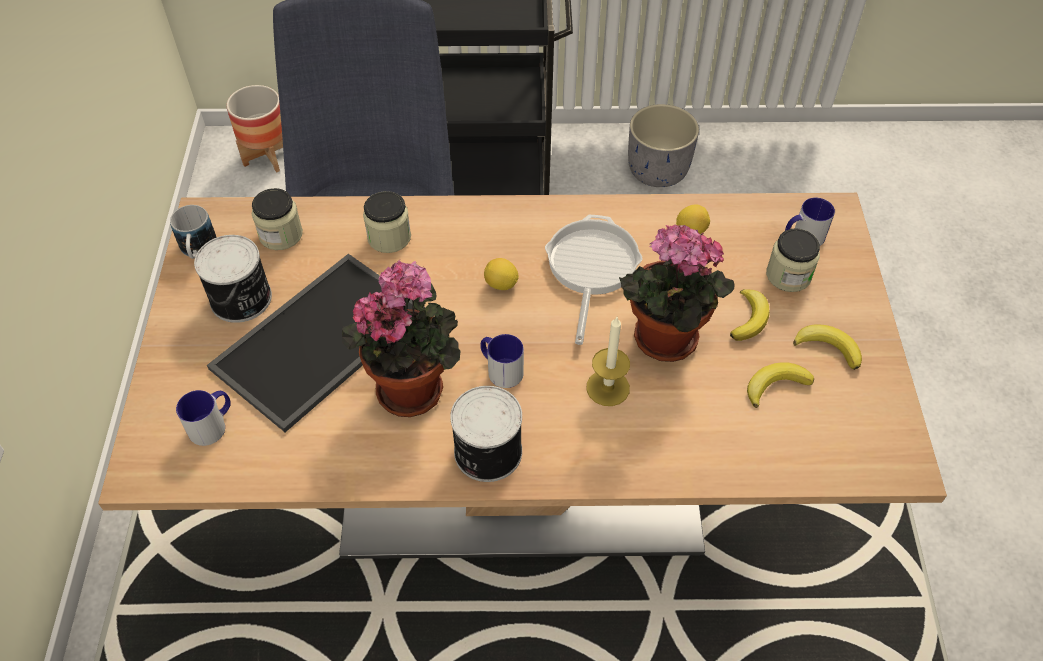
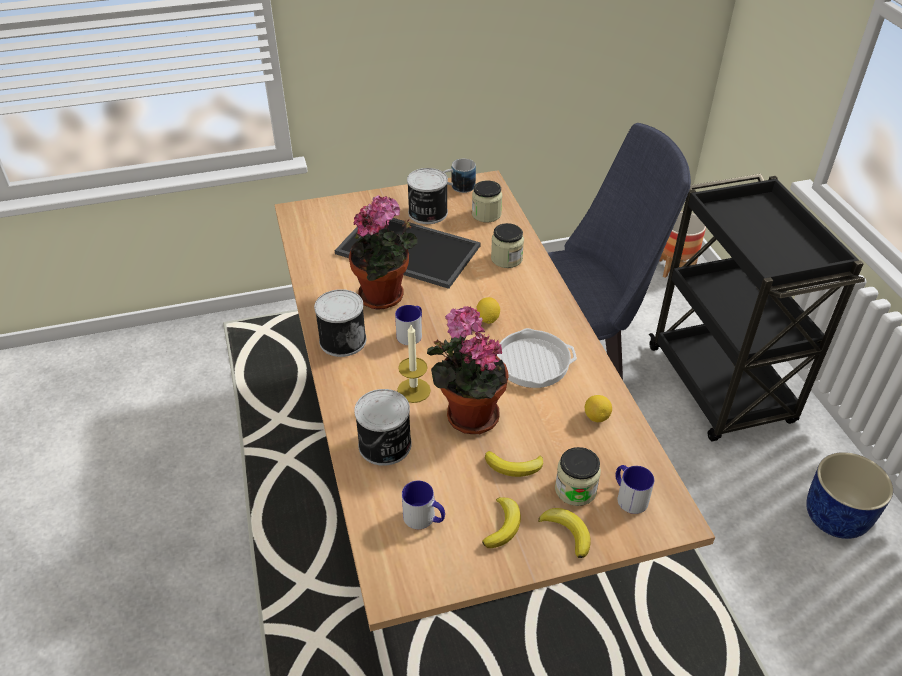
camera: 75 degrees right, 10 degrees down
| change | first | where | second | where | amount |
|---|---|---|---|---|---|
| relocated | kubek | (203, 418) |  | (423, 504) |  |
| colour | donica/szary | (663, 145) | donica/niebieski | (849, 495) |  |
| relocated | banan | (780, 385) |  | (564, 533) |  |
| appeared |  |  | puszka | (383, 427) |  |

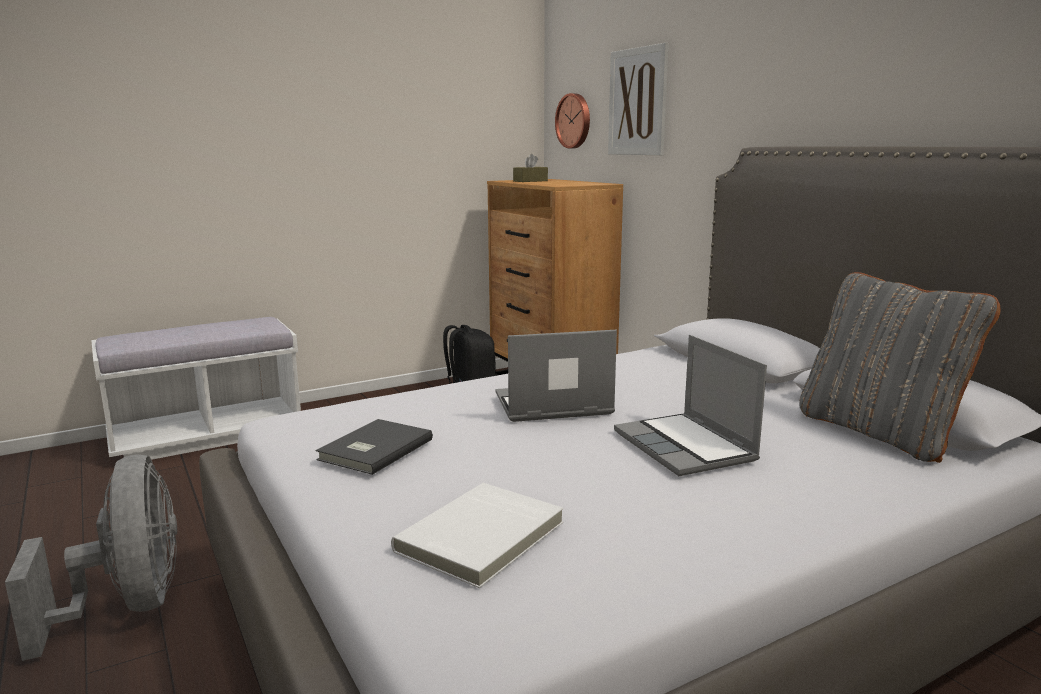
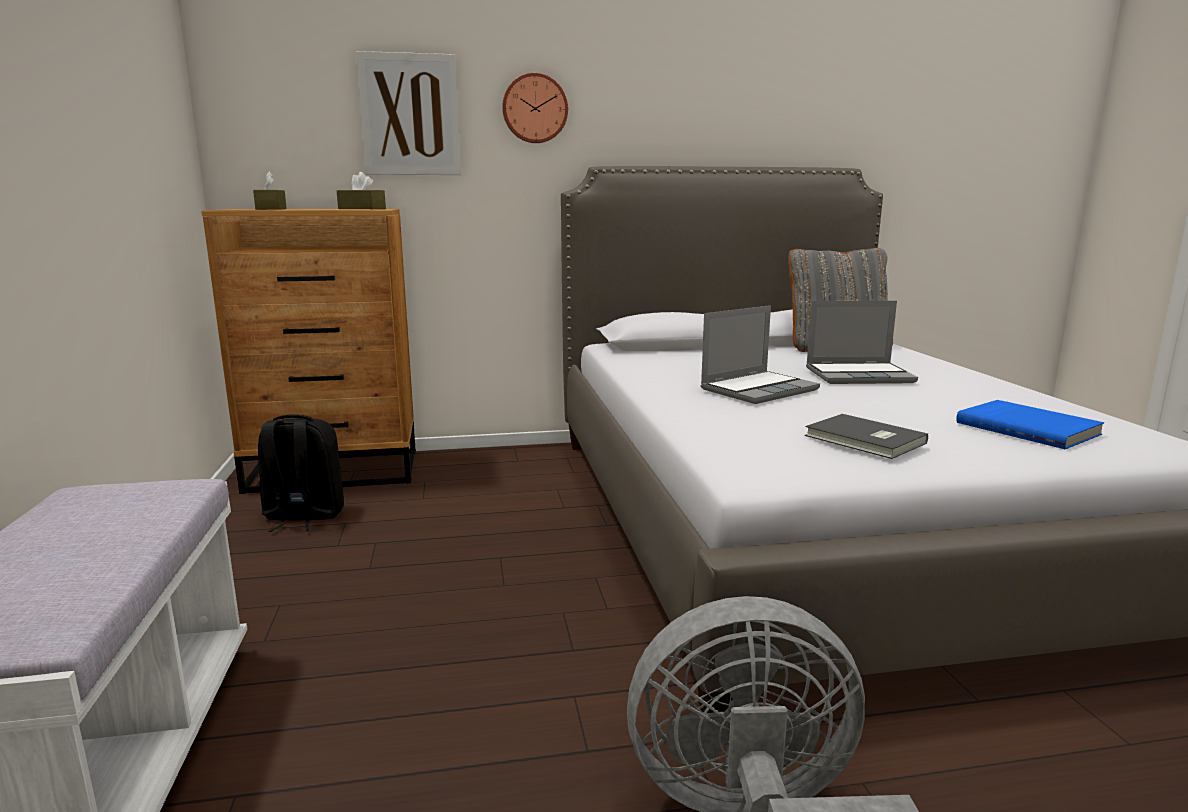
camera: 70 degrees left, 0 degrees up
| change | first | where | second | where | amount |
|---|---|---|---|---|---|
| colour | książka/biały | (477, 535) | książka/niebieski | (1030, 424) |  |
| spun | laptop | (556, 376) |  | (760, 354) | 135 degrees counterclockwise |
| relocated | zegar ścienny | (572, 120) |  | (535, 108) |  |
| appeared |  |  | pudełko chusteczek/brązowy | (361, 190) |  |

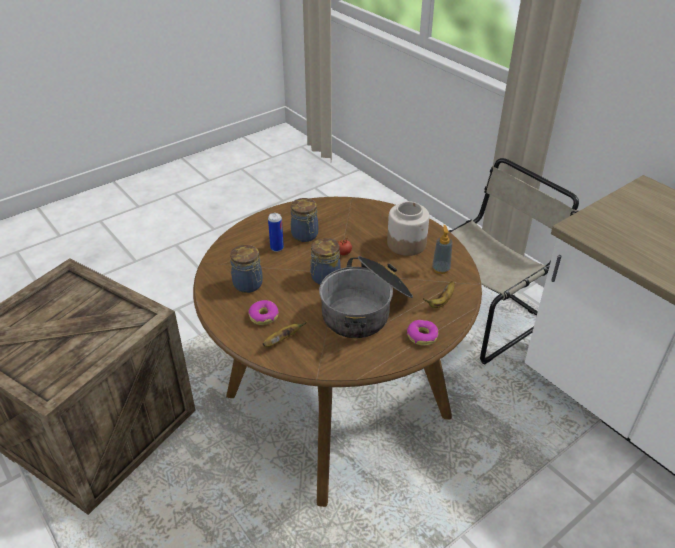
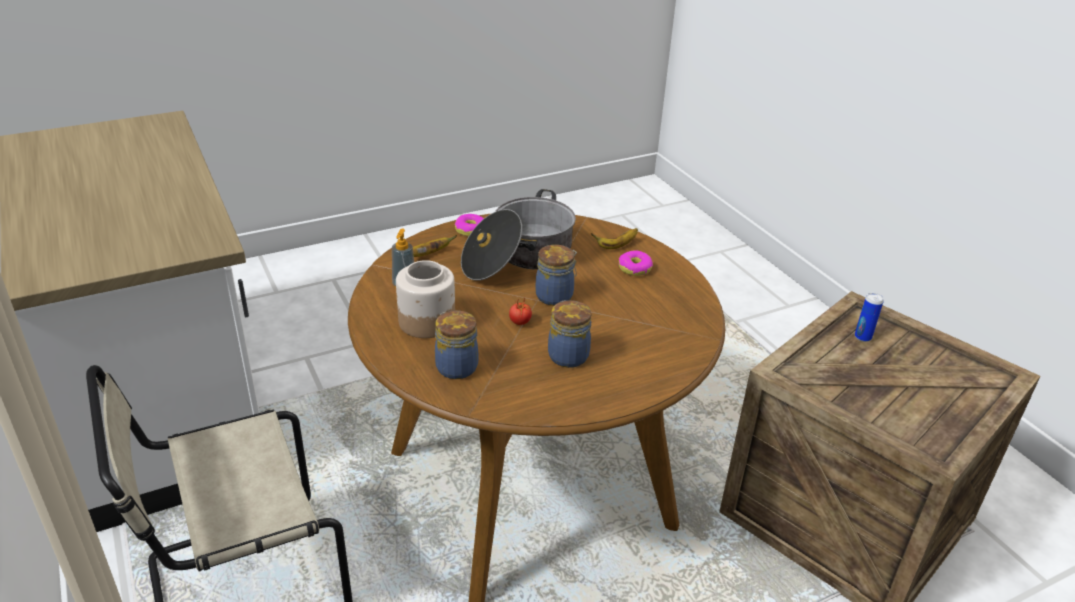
camera: 170 degrees left, 5 degrees down
| change | first | where | second | where | amount |
|---|---|---|---|---|---|
| relocated | słoik | (246, 269) |  | (456, 344) |  |
| relocated | puszka | (276, 232) |  | (869, 317) |  |

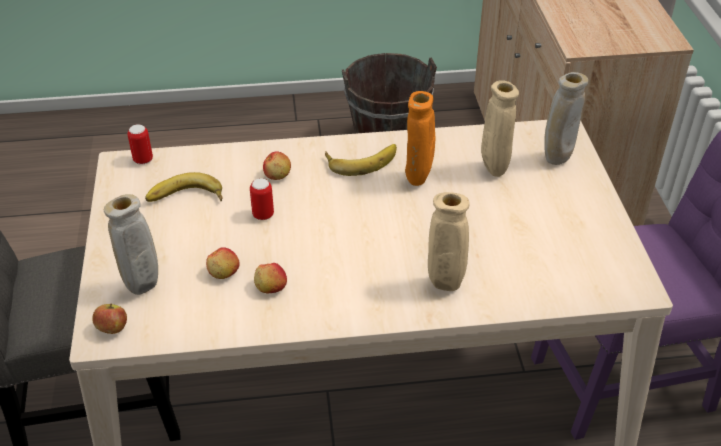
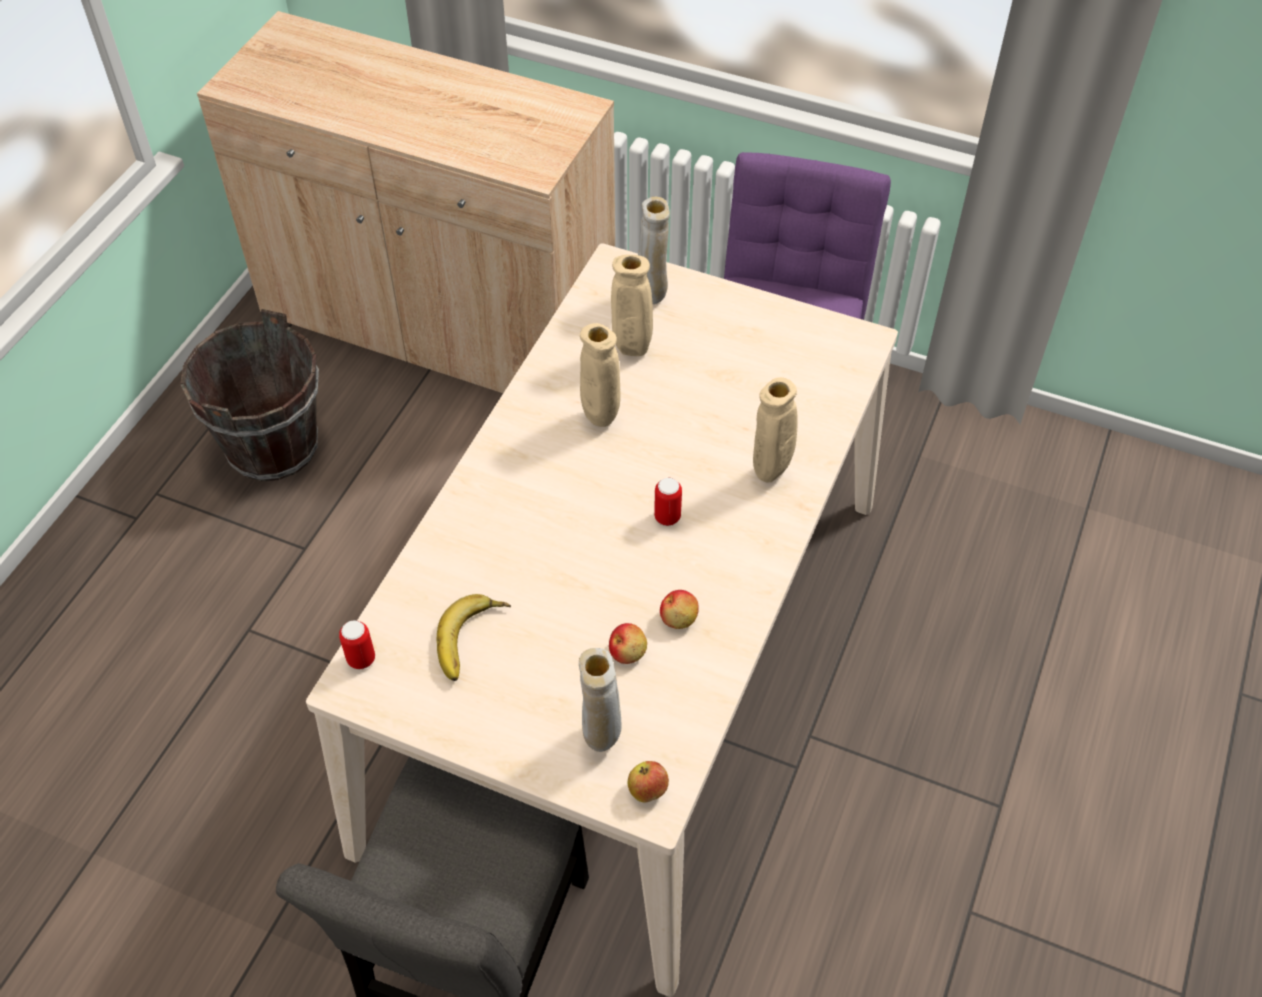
camera: 60 degrees left, 10 degrees up
| change | first | where | second | where | amount |
|---|---|---|---|---|---|
| relocated | puszka | (262, 199) |  | (668, 502) |  |
| missing | jabłko | (277, 165) |  |  |  |
| missing | banan | (361, 160) |  |  |  |
| colour | wazon/pomarańczowy | (420, 138) | wazon/beżowy | (600, 375) |  |

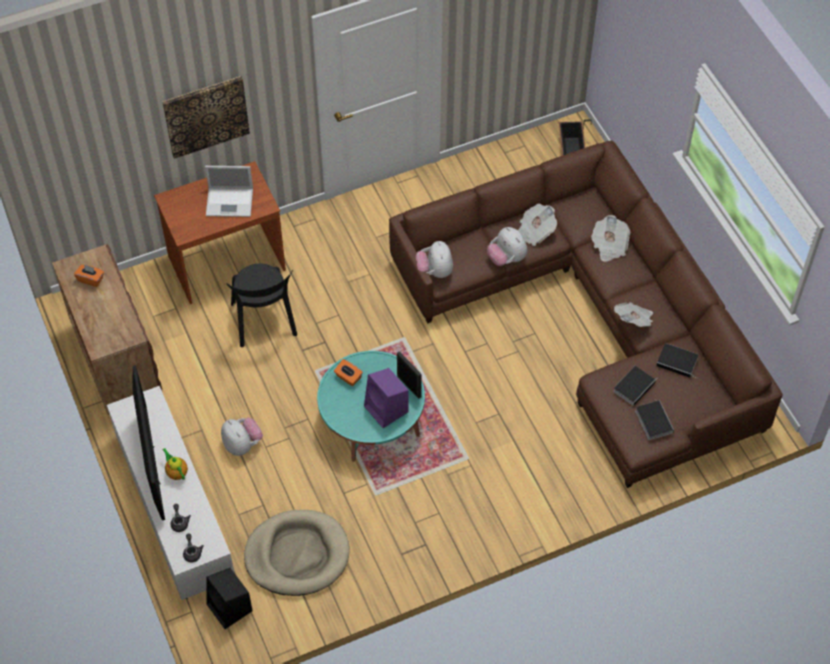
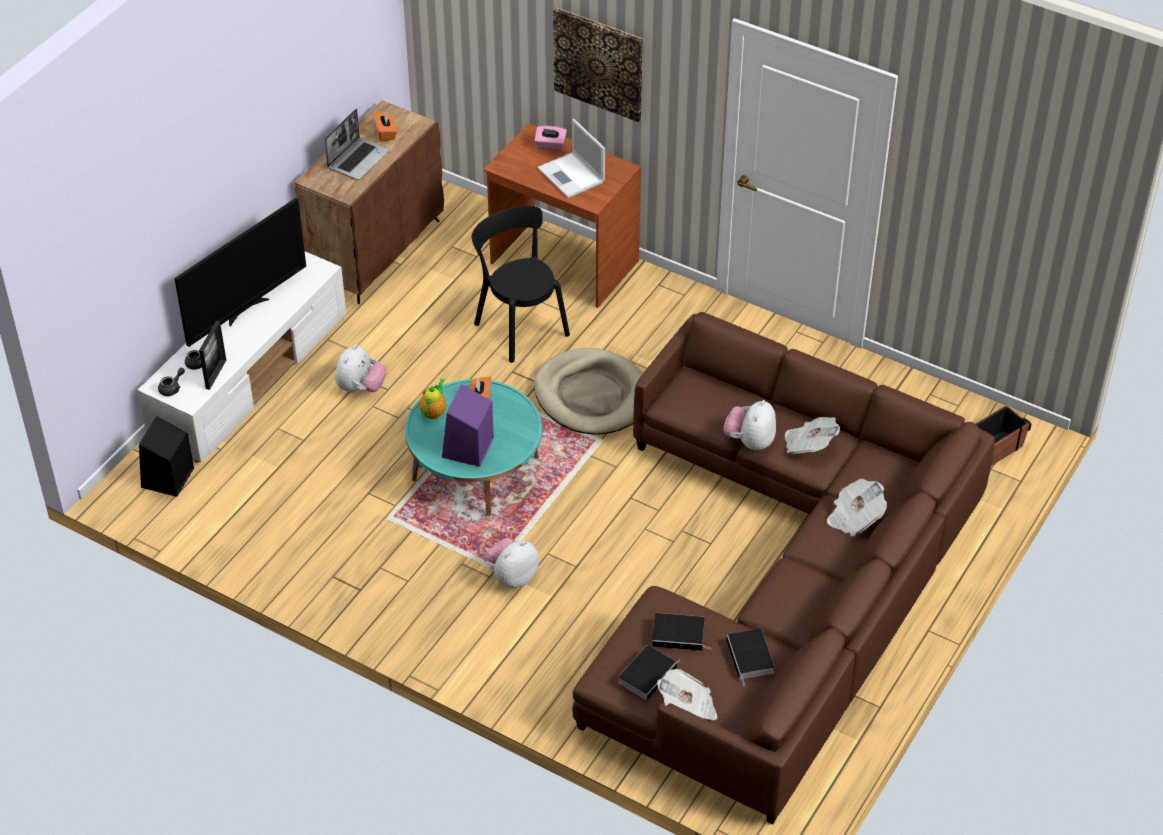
camera: 55 degrees right, 10 degrees down
| change | first | where | second | where | amount |
|---|---|---|---|---|---|
| relocated | imbryk | (175, 464) |  | (433, 399) |  |
| spun | krzesło/czarny | (261, 305) |  | (521, 284) | 105 degrees clockwise |
| relocated | legowisko/beżowy | (297, 553) |  | (588, 391) |  |
| relocated | ramka na zdjęcie | (409, 375) |  | (212, 355) |  |
| relocated | pluszak | (434, 259) |  | (511, 563) |  |
| relocated | gazeta | (633, 314) |  | (687, 694) |  |
| appeared |  |  | laptop | (357, 144) |  |
| appeared |  |  | pudełko chusteczek/różowy | (550, 138) |  |

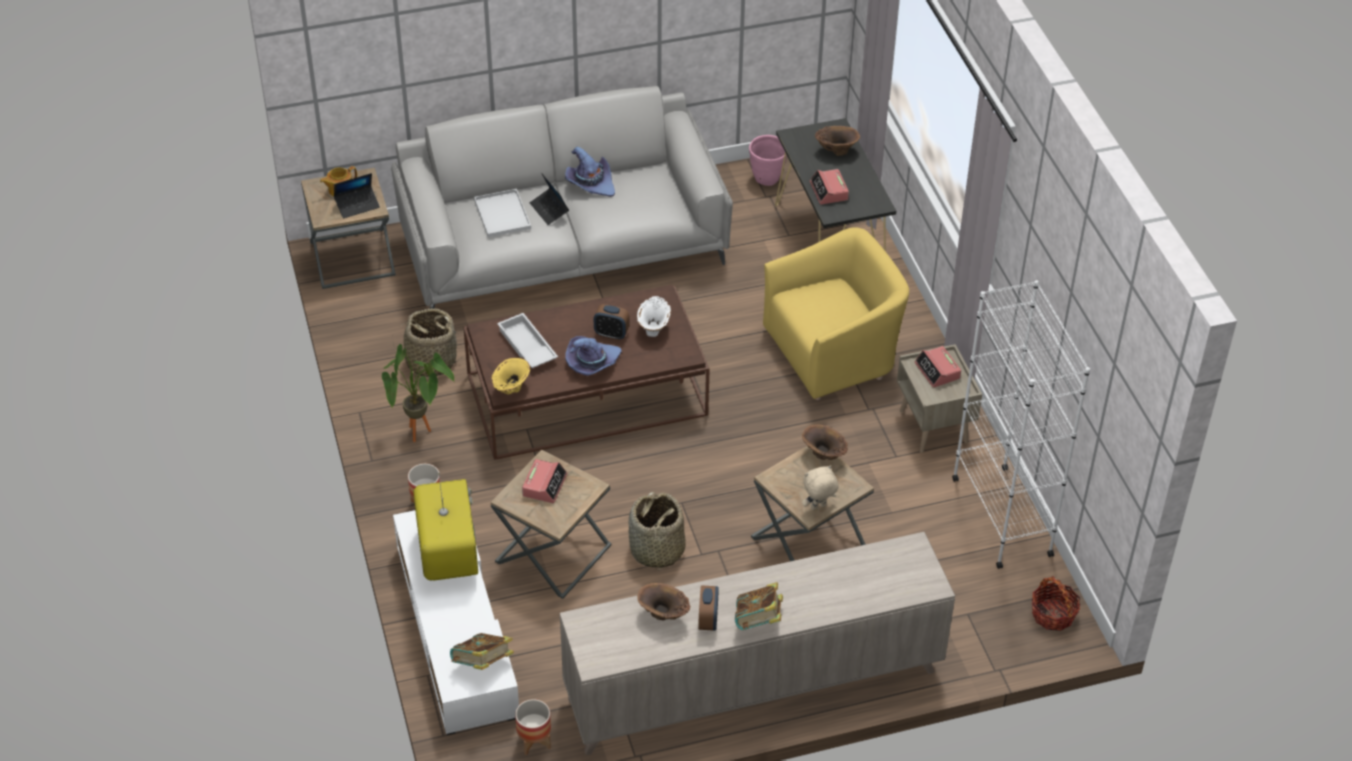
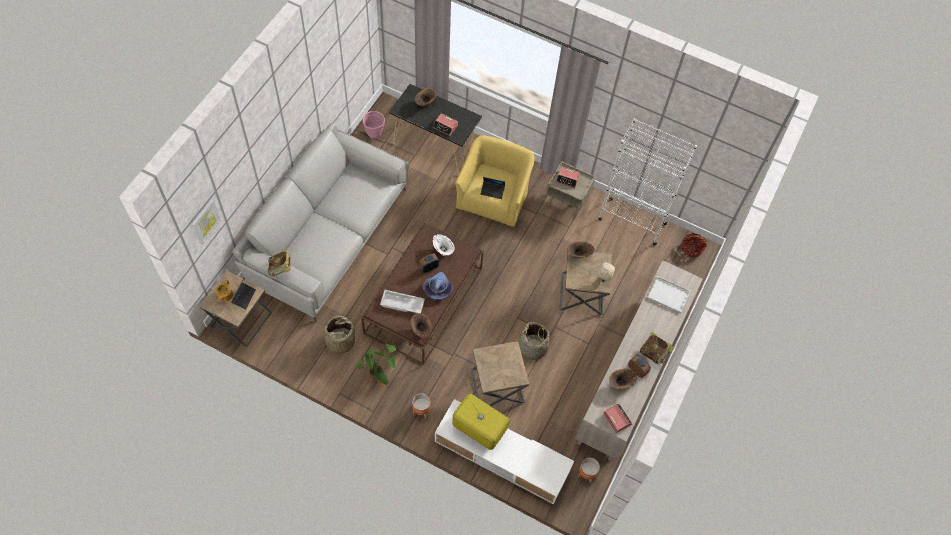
camera: 50 degrees left, 15 degrees up
| change | first | where | second | where | amount |
|---|---|---|---|---|---|
| relocated | książka | (482, 651) |  | (279, 263) |  |
| relocated | taca/biały | (502, 213) |  | (669, 294) |  |
| colour | wazon/żółty | (510, 376) | wazon/brązowy | (421, 325) |  |
| relocated | budzik | (544, 481) |  | (617, 418) |  |
| relocated | laptop | (549, 199) |  | (493, 188) |  |
| missing | kapelusz/fioletowy | (590, 172) |  |  |  |
| appeared |  |  | obraz | (206, 222) |  |

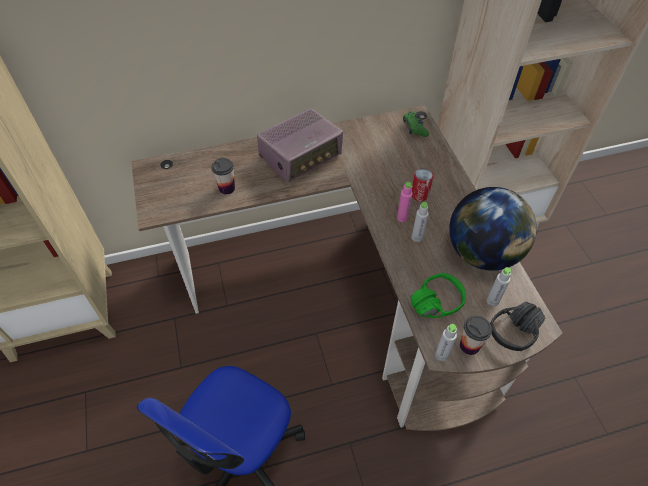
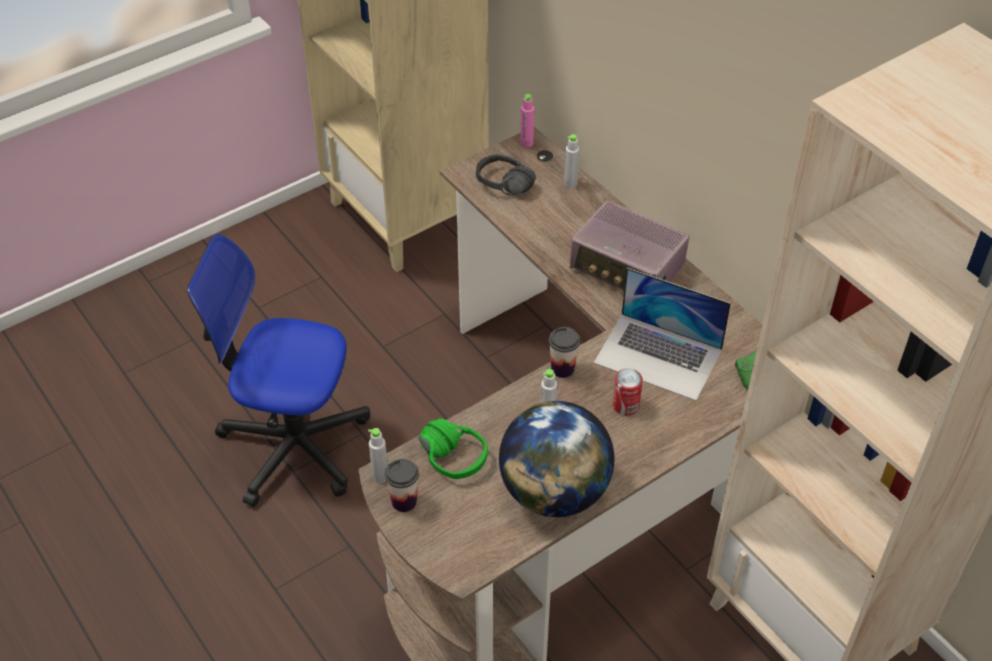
camera: 70 degrees right, 5 degrees down
| change | first | where | second | where | amount |
|---|---|---|---|---|---|
| relocated | filiżanka | (223, 176) |  | (564, 352) |  |
| relocated | butelka/różowy | (405, 202) |  | (527, 120) |  |
| relocated | butelka/szary | (499, 286) |  | (571, 161) |  |
| relocated | słuchawki/czarny | (517, 326) |  | (506, 175) |  |
| appeared |  |  | laptop | (662, 334) |  |

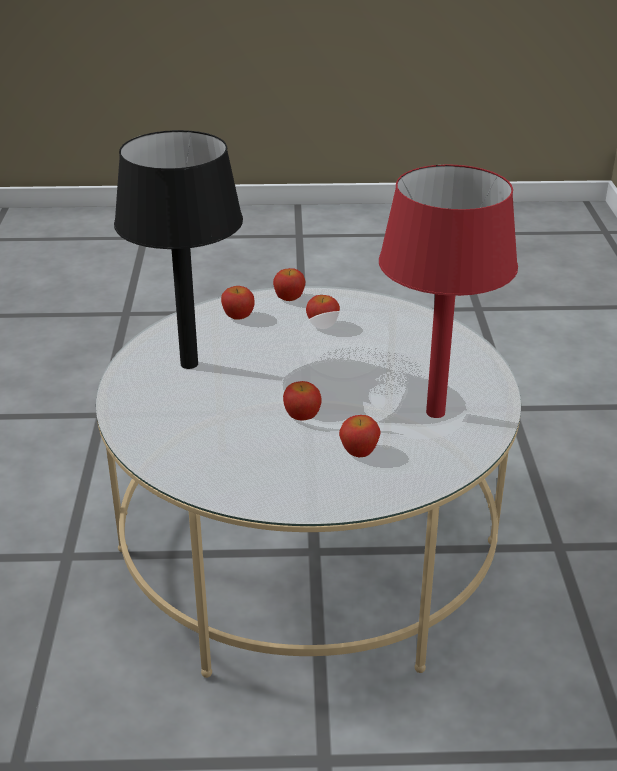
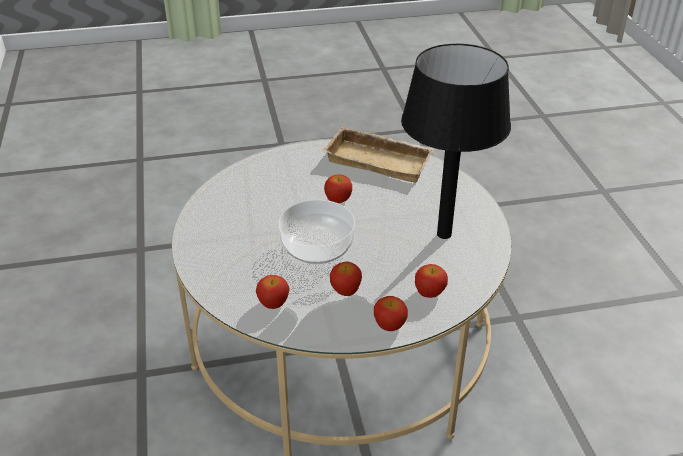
camera: 170 degrees right, 5 degrees up
| change | first | where | second | where | amount |
|---|---|---|---|---|---|
| relocated | jabłko | (360, 436) |  | (272, 292) |  |
| missing | lampa stołowa/czerwony | (448, 291) |  |  |  |
| appeared |  |  | taca/beżowy | (378, 154) |  |

